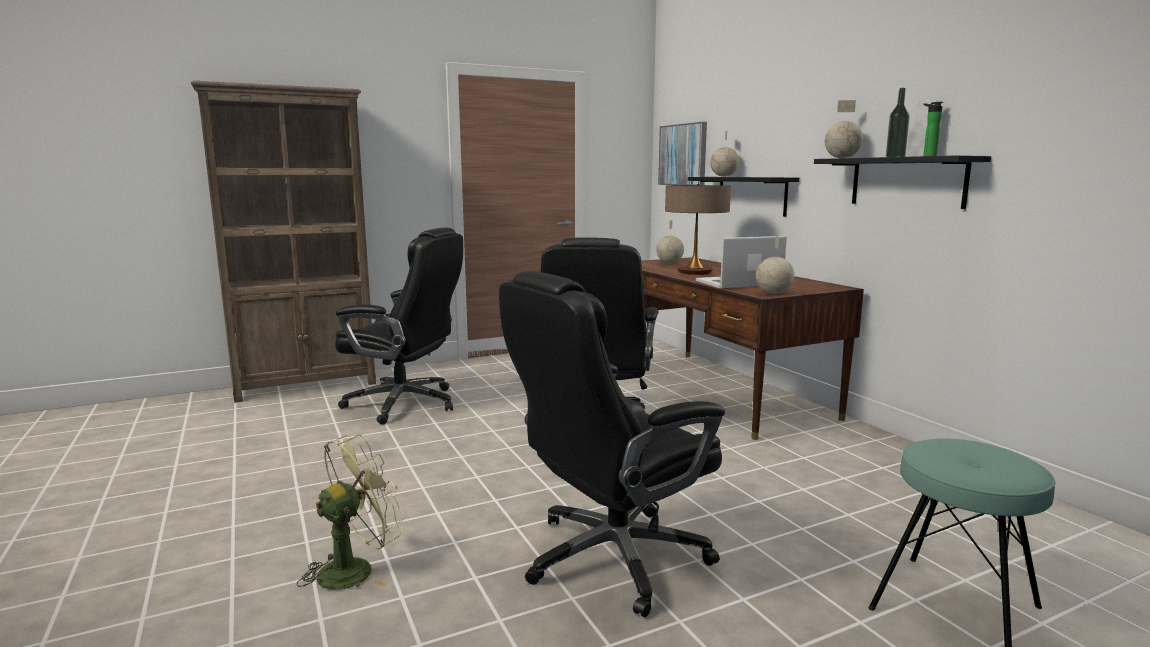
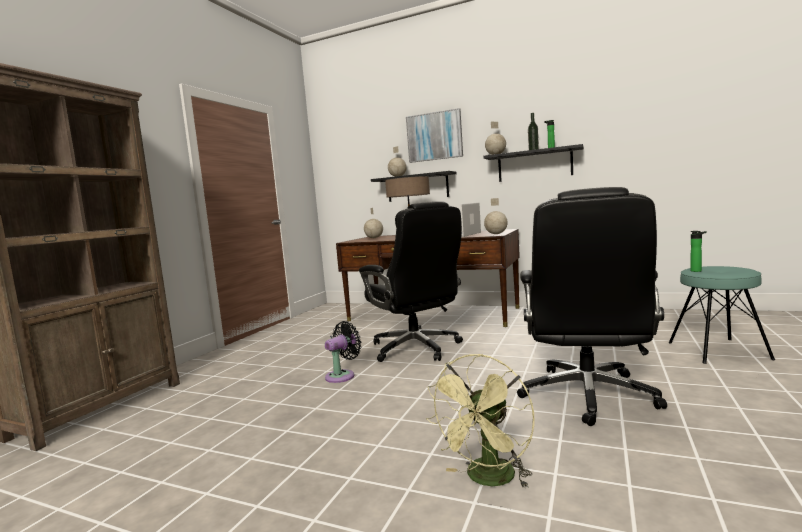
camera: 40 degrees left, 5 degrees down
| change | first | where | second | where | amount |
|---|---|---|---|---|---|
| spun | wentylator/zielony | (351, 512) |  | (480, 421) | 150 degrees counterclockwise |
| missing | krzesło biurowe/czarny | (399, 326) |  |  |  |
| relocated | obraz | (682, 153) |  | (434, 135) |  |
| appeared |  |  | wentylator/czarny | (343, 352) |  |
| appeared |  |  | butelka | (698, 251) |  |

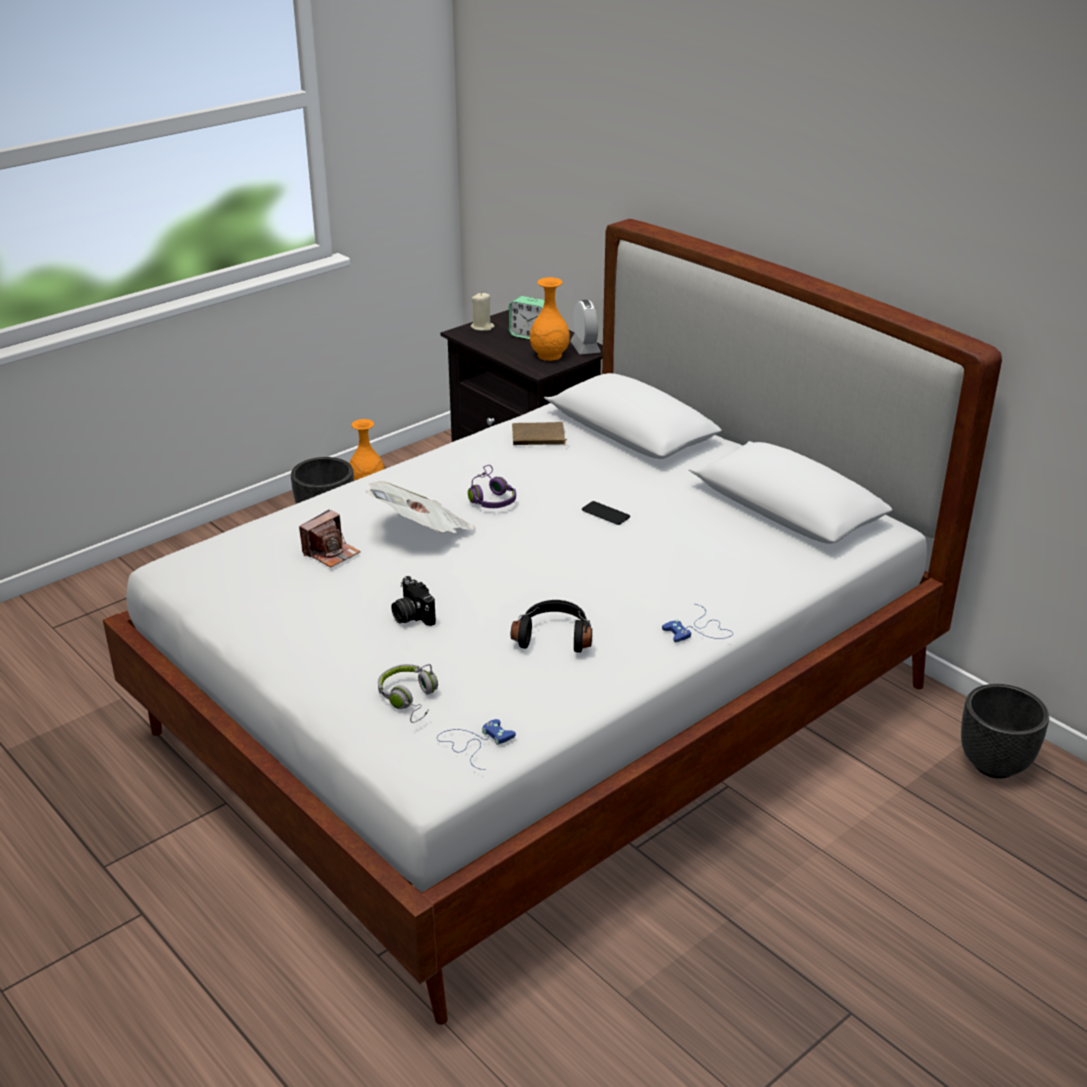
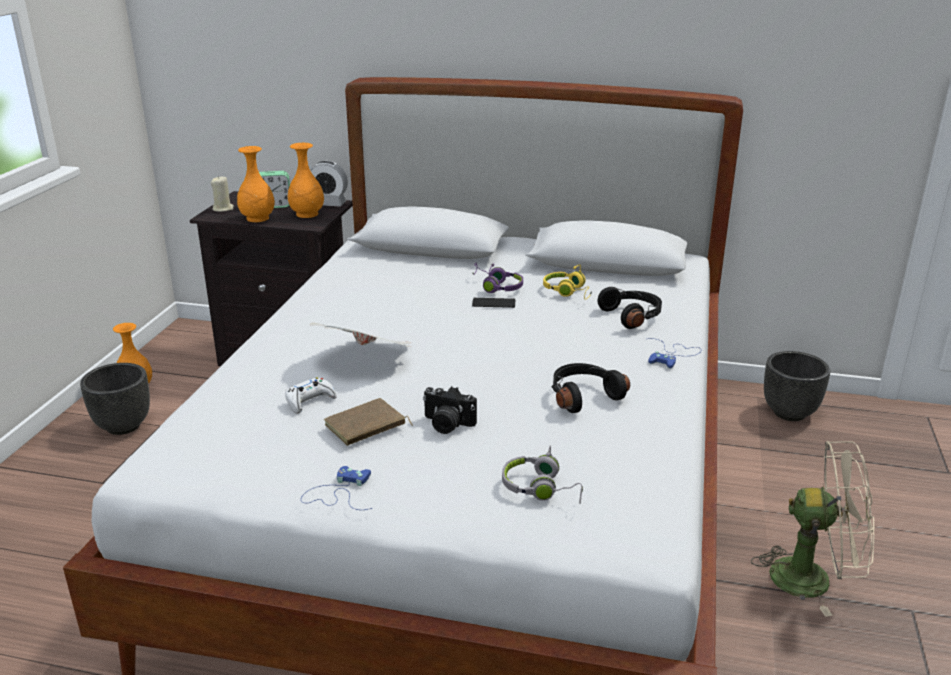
camera: 35 degrees left, 5 degrees down
| change | first | where | second | where | amount |
|---|---|---|---|---|---|
| exchanged | aparat fotograficzny | (330, 538) | pad do gier/biały | (311, 395) |  |
| relocated | pad do gier/niebieski | (476, 744) |  | (336, 488) |  |
| relocated | słuchawki/fioletowy | (492, 486) |  | (497, 278) |  |
| relocated | książka/brązowy | (539, 434) |  | (368, 422) |  |
| spun | budzik | (586, 327) |  | (329, 183) | 150 degrees clockwise |
| appeared |  |  | wazon/pomarańczowy | (256, 184) |  |
| appeared |  |  | słuchawki/żółty | (567, 282) |  |
| appeared |  |  | słuchawki/czarny | (630, 308) |  |
| appeared |  |  | wentylator/beżowy | (812, 529) |  |

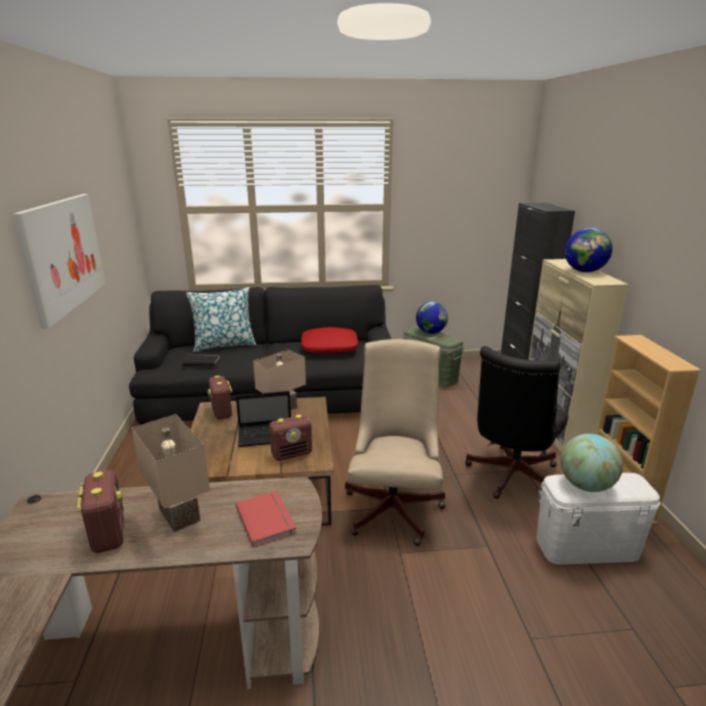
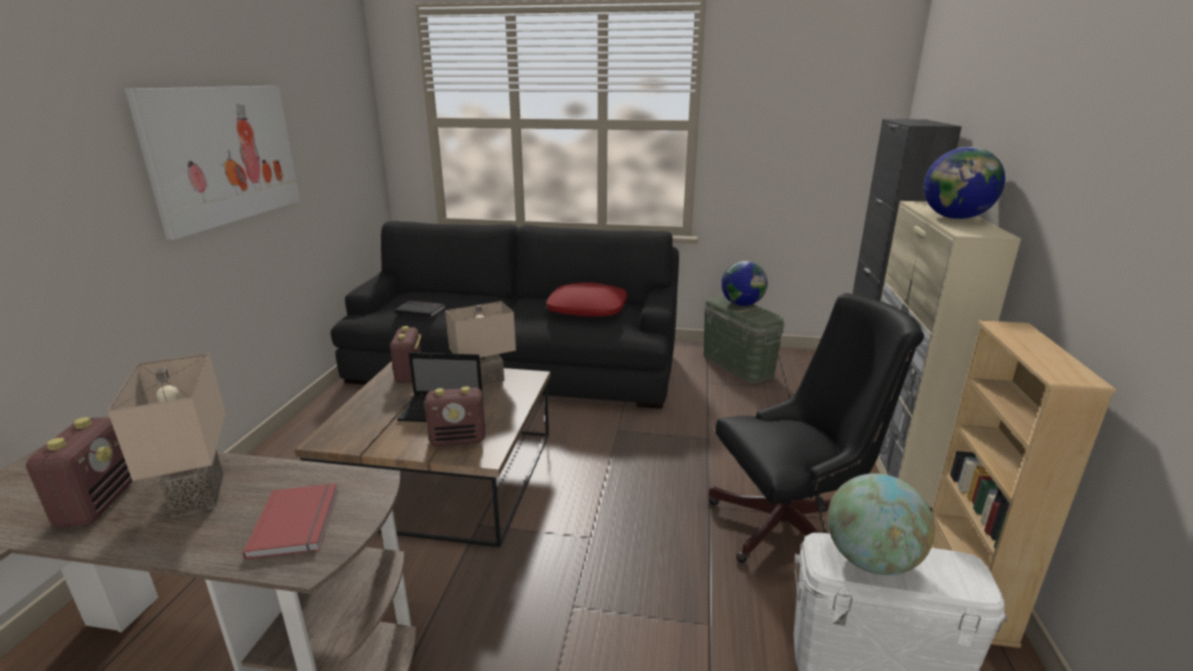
camera: 15 degrees right, 0 degrees up
| change | first | where | second | where | amount |
|---|---|---|---|---|---|
| missing | poduszka | (221, 320) |  |  |  |
| missing | krzesło biurowe/beżowy | (395, 442) |  |  |  |
| spun | krzesło biurowe/czarny | (516, 422) |  | (816, 428) | 150 degrees counterclockwise |

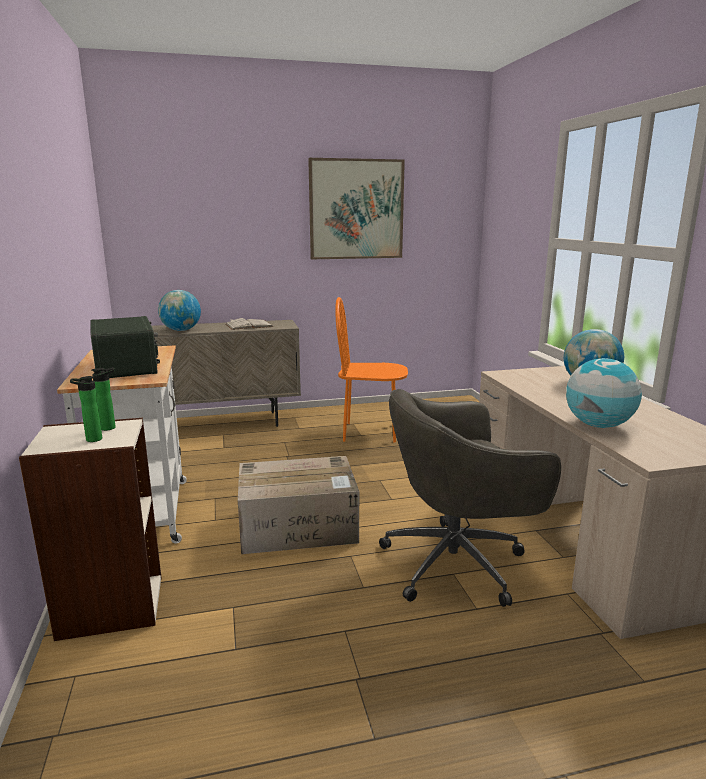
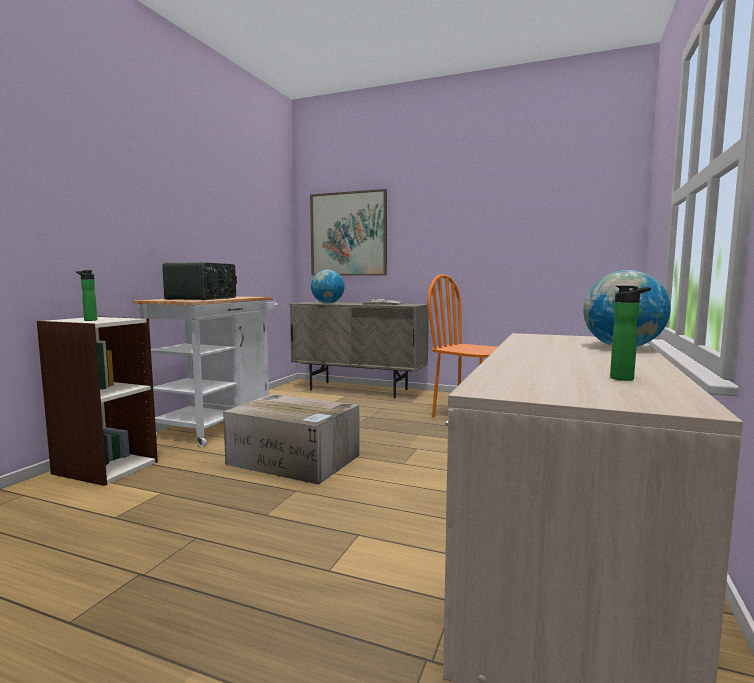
camera: 35 degrees right, 10 degrees down
| change | first | where | second | where | amount |
|---|---|---|---|---|---|
| relocated | butelka | (103, 399) |  | (630, 333) |  |
| relocated | obraz | (356, 208) |  | (348, 232) |  |
| missing | krzesło biurowe/szary | (470, 498) |  |  |  |
| missing | globus | (604, 393) |  |  |  |

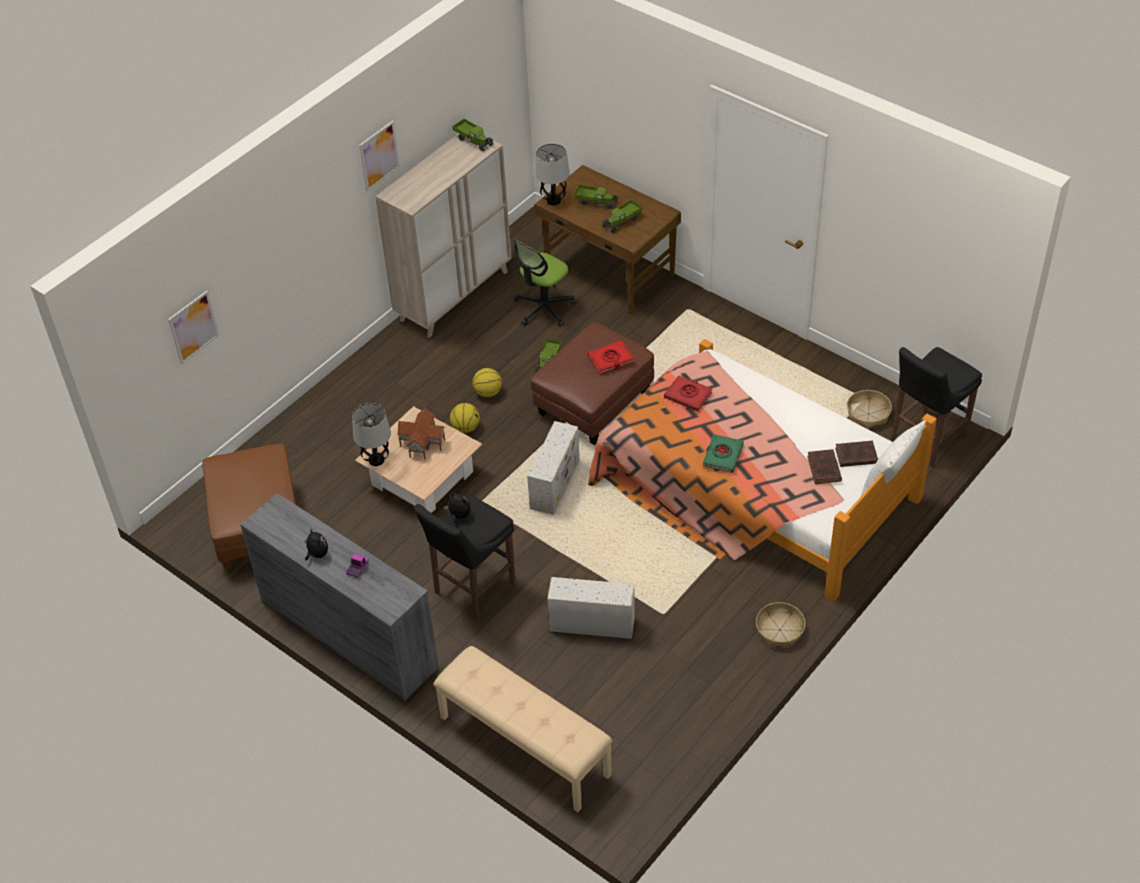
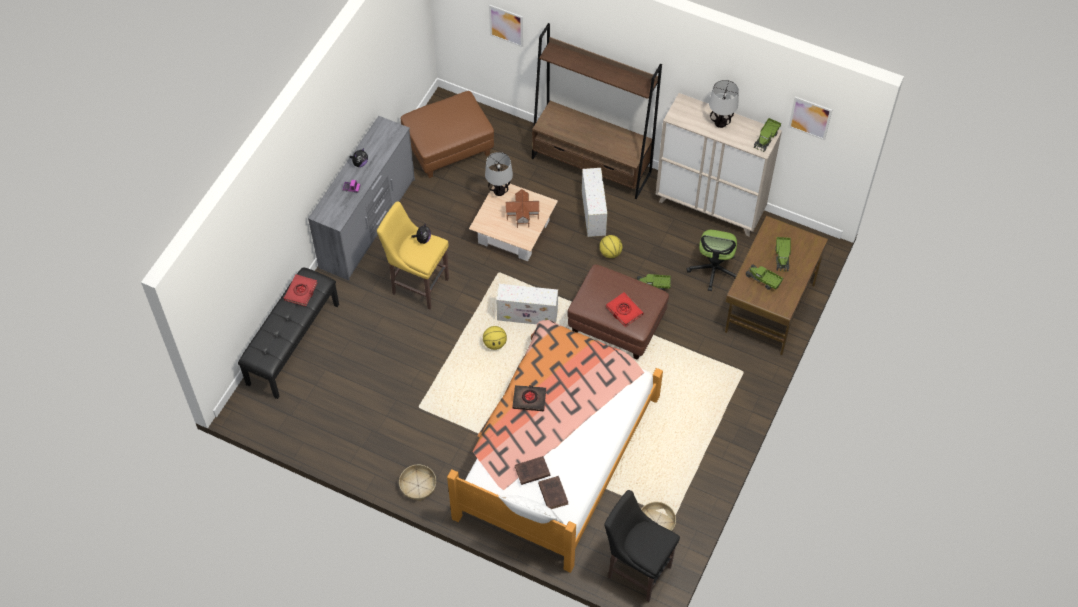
camera: 75 degrees right, 10 degrees up
| change | first | where | second | where | amount |
|---|---|---|---|---|---|
| relocated | obraz | (379, 156) |  | (810, 118) |  |
| colour | stołek/czarny | (464, 556) | stołek/żółty | (413, 255) |  |
| colour | ławka/beżowy | (522, 729) | ławka/czarny | (288, 333) |  |
| relocated | piłka do koszykówki | (465, 418) |  | (495, 338) |  |
| spun | krzesło biurowe | (544, 283) |  | (712, 260) | 105 degrees counterclockwise |
| relocated | lampa stołowa | (552, 174) |  | (724, 104) |  |
| relocated | pojemnik do przechowywania/biały | (591, 608) |  | (594, 202) |  |
| relocated | książka/czerwony | (688, 393) |  | (301, 290) |  |
| colour | książka/zielony | (723, 453) | książka/czarny | (529, 398) |  |
| appeared |  |  | regał/brązowy | (597, 111) |  |

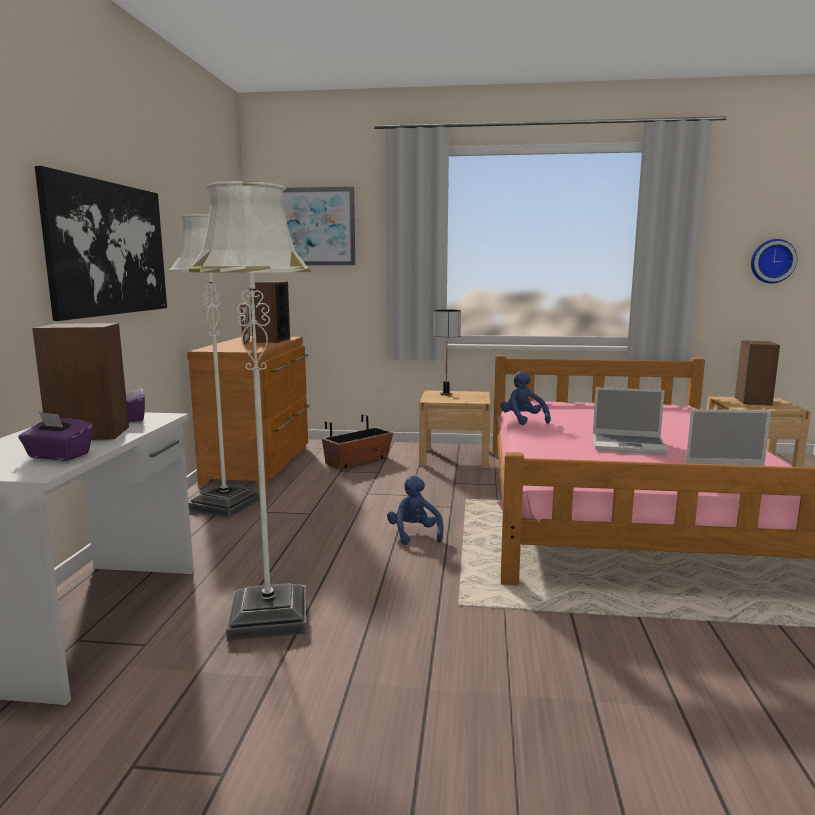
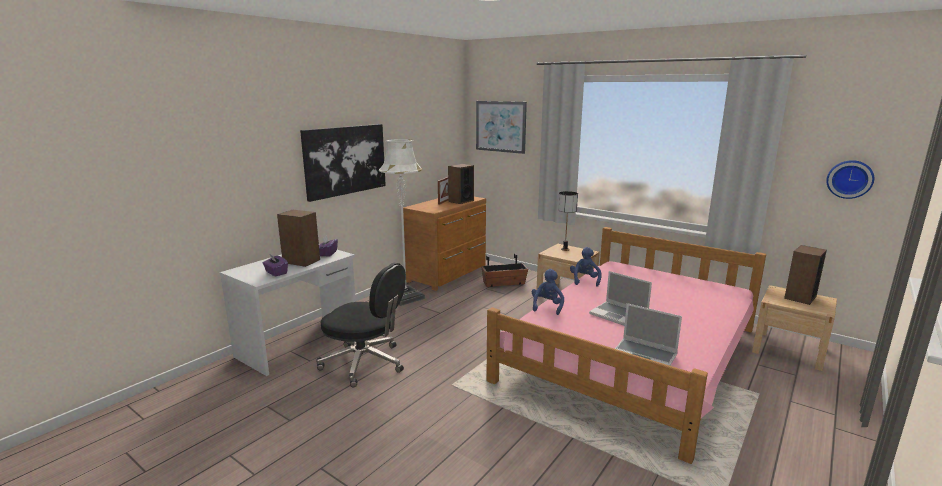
camera: 30 degrees right, 5 degrees up
| change | first | where | second | where | amount |
|---|---|---|---|---|---|
| exchanged | lampa stojąca/biały | (249, 411) | krzesło biurowe/czarny | (361, 325) |  |
| relocated | pluszak/niebieski | (415, 510) |  | (548, 292) |  |

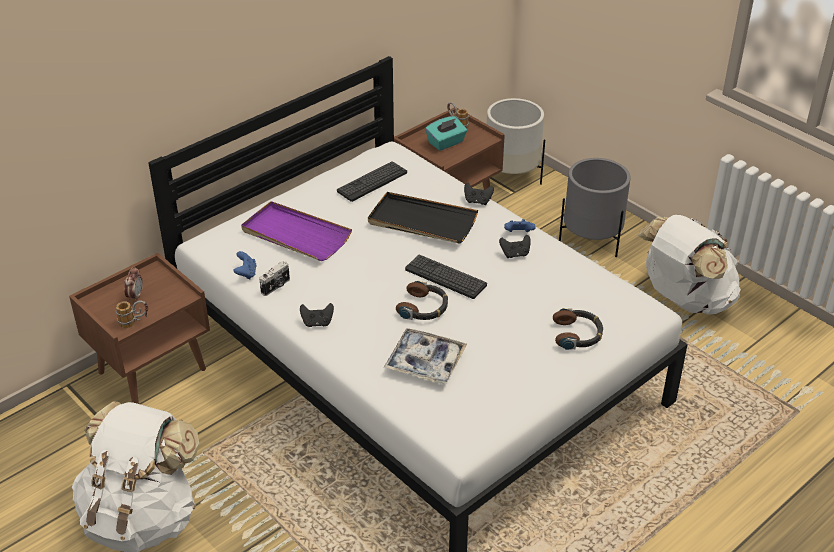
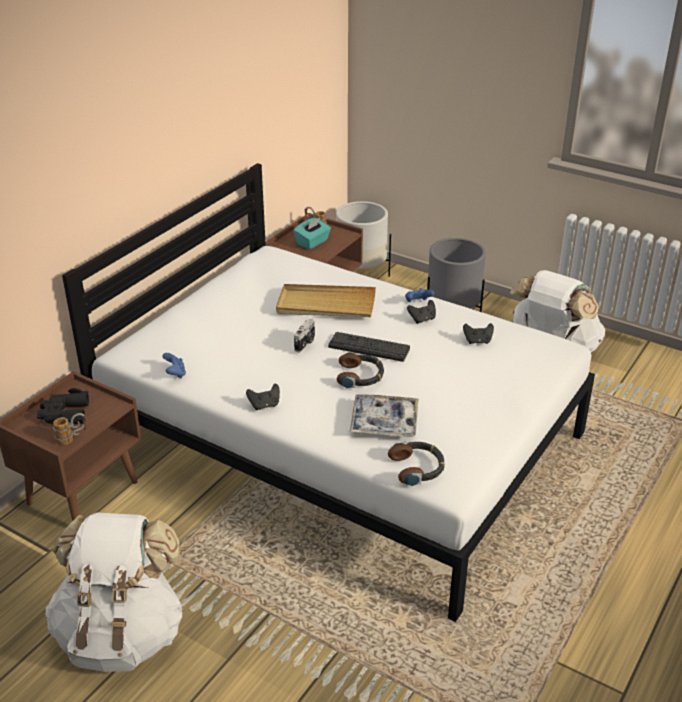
camera: 15 degrees left, 5 degrees down
| change | first | where | second | where | amount |
|---|---|---|---|---|---|
| exchanged | budzik | (133, 284) | lornetka/czarny | (63, 406) |  |
| missing | taca/fioletowy | (296, 231) |  |  |  |
| relocated | aparat fotograficzny | (274, 278) |  | (304, 336) |  |
| missing | klawiatura | (372, 181) |  |  |  |
| colour | taca/czarny | (423, 218) | taca/beżowy | (326, 300) |  |
| relocated | pad do gier/czarny | (479, 194) |  | (478, 333) |  |
| relocated | słuchawki | (578, 329) |  | (416, 464) |  |

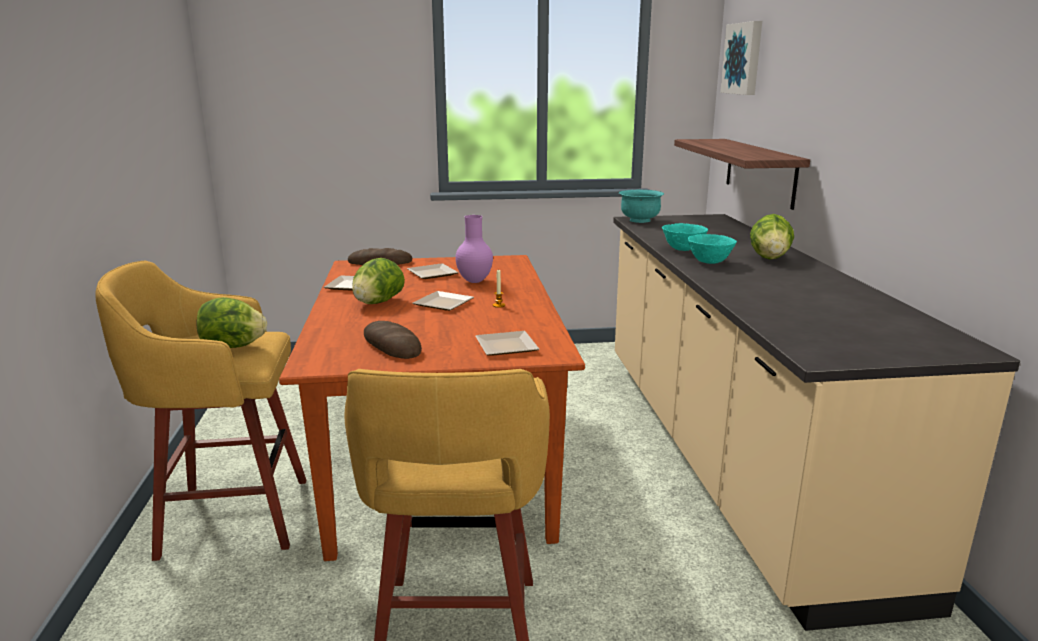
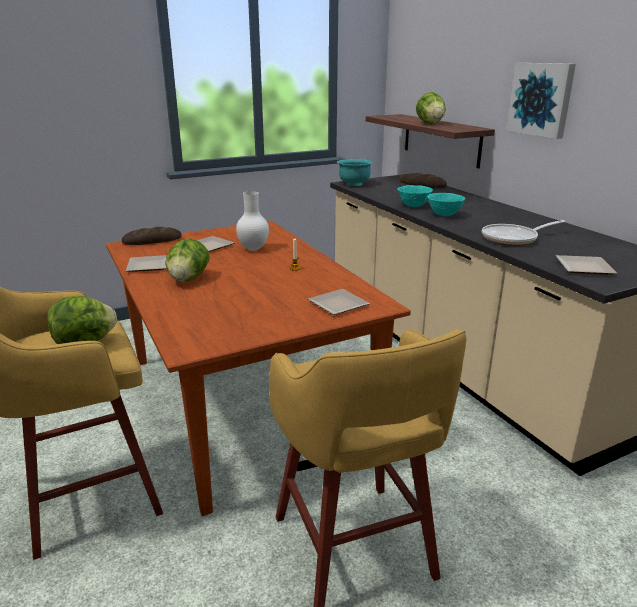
camera: 20 degrees left, 5 degrees up
| change | first | where | second | where | amount |
|---|---|---|---|---|---|
| relocated | chleb | (393, 340) |  | (423, 180) |  |
| relocated | talerz | (443, 301) |  | (586, 265) |  |
| colour | wazon/fioletowy | (474, 249) | wazon/biały | (252, 221) |  |
| relocated | obraz | (741, 58) |  | (541, 101) |  |
| relocated | sałata | (772, 237) |  | (431, 108) |  |
| appeared |  |  | patelnia | (524, 233) |  |

